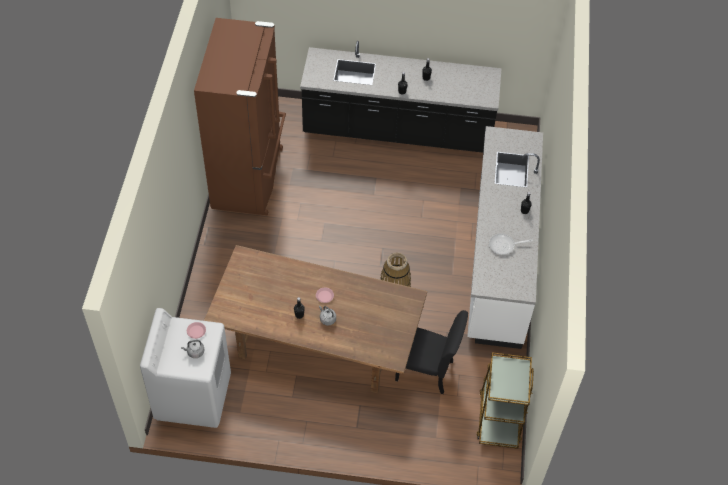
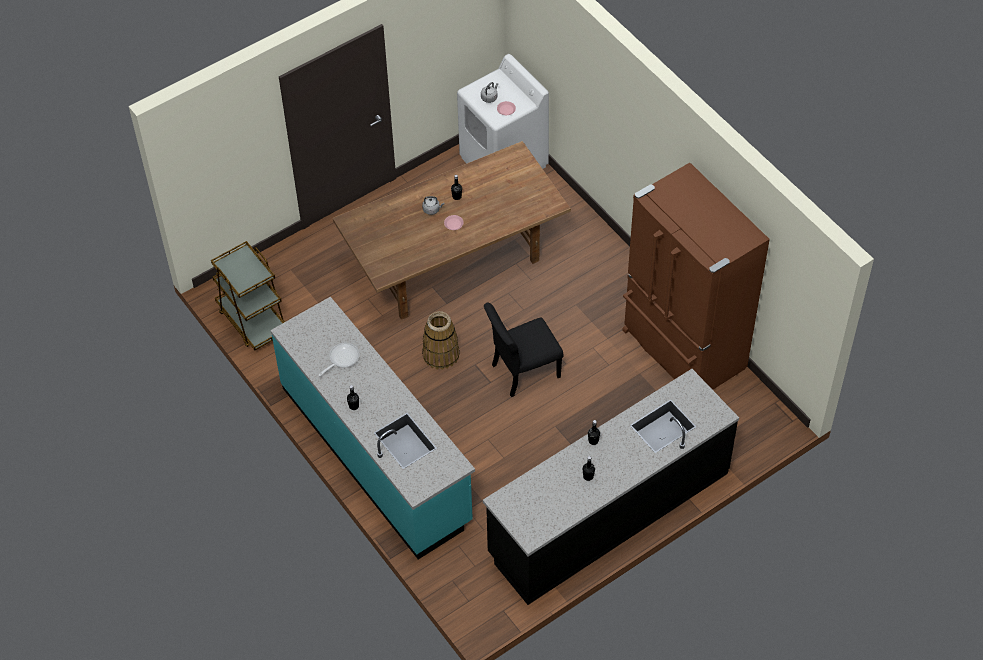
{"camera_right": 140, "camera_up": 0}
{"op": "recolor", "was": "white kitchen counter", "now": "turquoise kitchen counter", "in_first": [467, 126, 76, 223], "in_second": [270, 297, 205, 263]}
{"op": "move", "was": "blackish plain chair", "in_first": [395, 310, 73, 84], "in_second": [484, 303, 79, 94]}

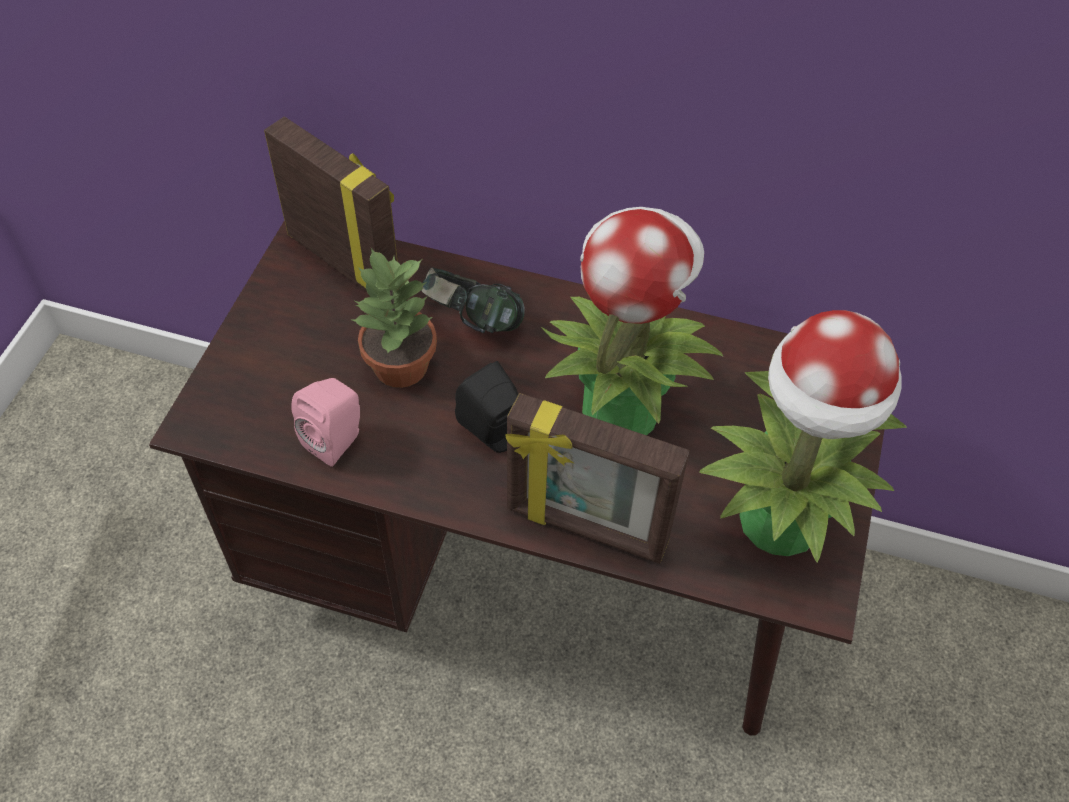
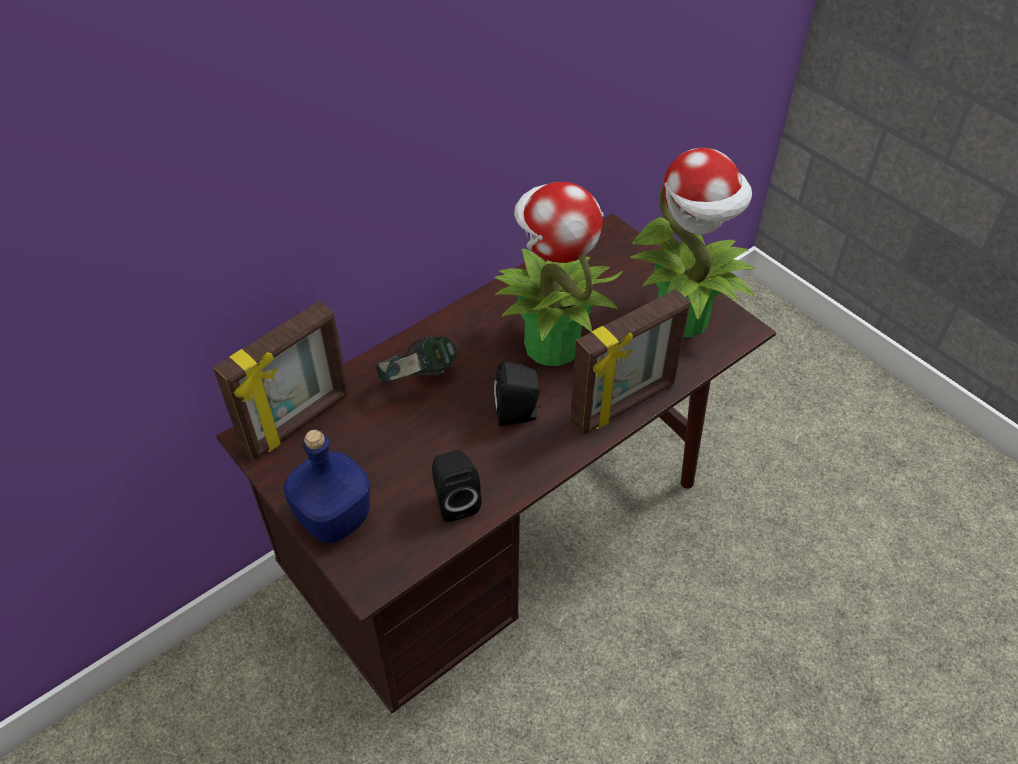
{"camera_right": -55, "camera_up": -5}
{"op": "rotate", "was": "standing frame", "in_first": [264, 117, 134, 174], "in_second": [213, 301, 136, 159], "clockwise": 150}
{"op": "insert", "now": "blue-coloured drink bottle", "in_second": [284, 430, 86, 113]}
{"op": "recolor", "was": "pink audio speaker", "now": "blackish audio speaker", "in_first": [292, 378, 68, 89], "in_second": [432, 450, 50, 72]}
{"op": "delete", "was": "houseplant", "in_first": [352, 248, 85, 140]}

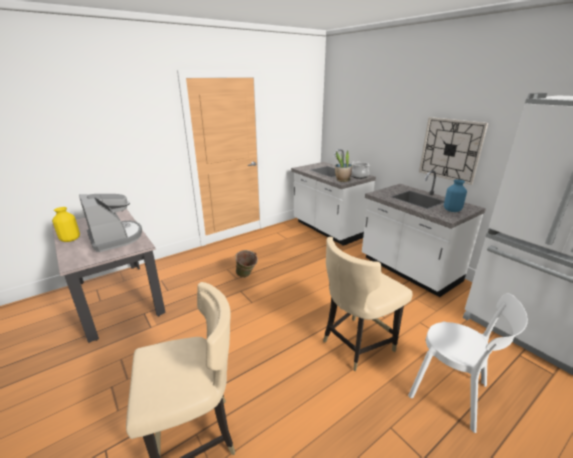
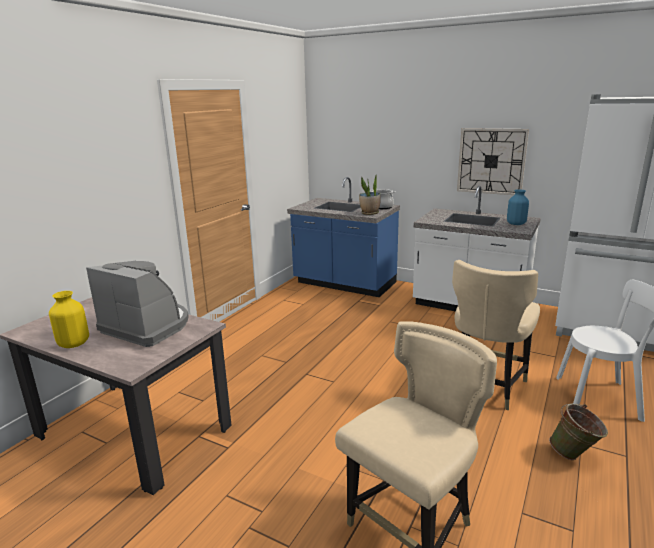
{"camera_right": -25, "camera_up": -5}
{"op": "recolor", "was": "white kitchen counter", "now": "blue-coloured kitchen counter", "in_first": [291, 149, 85, 97], "in_second": [287, 177, 113, 120]}
{"op": "move", "was": "green-coloured water bucket", "in_first": [235, 250, 23, 28], "in_second": [549, 404, 59, 56]}

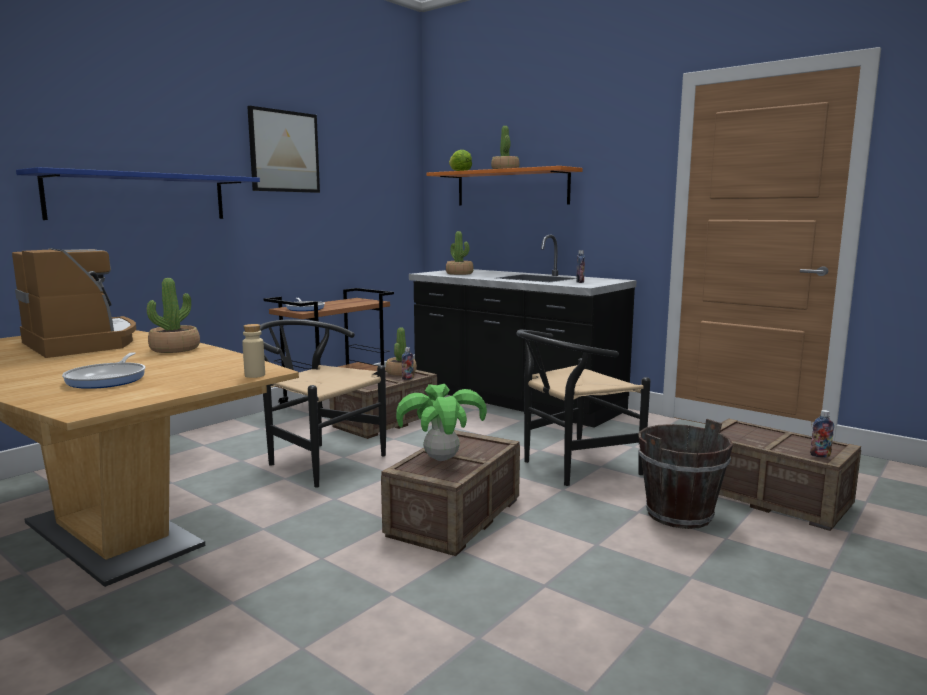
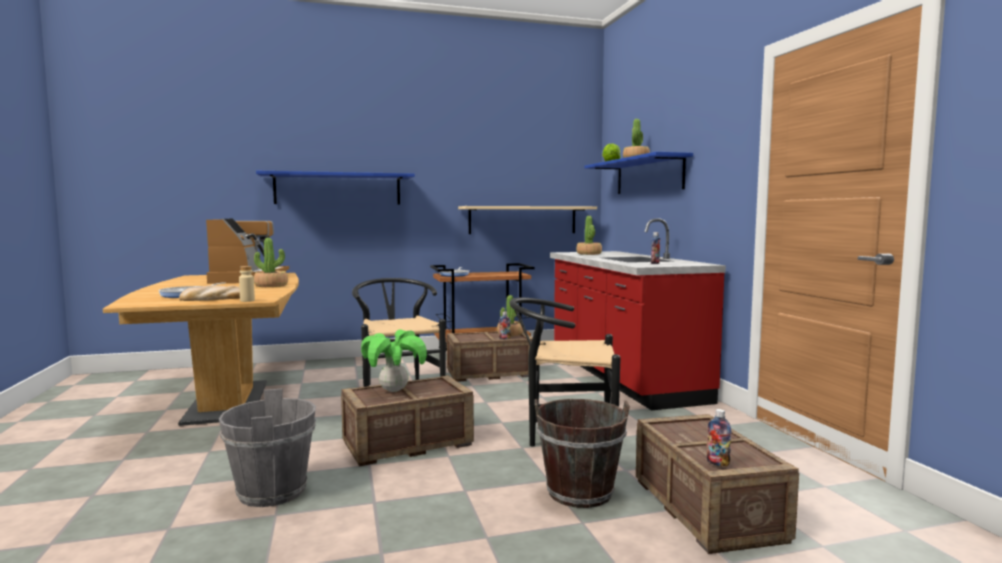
{"camera_right": 35, "camera_up": -5}
{"op": "insert", "now": "baked bread", "in_second": [179, 285, 61, 16]}
{"op": "insert", "now": "greyish water bucket", "in_second": [219, 389, 97, 118]}
{"op": "insert", "now": "beige bracket shelf", "in_second": [458, 206, 139, 28]}
{"op": "recolor", "was": "blackish kitchen counter", "now": "reddish kitchen counter", "in_first": [409, 235, 228, 193], "in_second": [550, 218, 176, 192]}
{"op": "recolor", "was": "orangey bracket shelf", "now": "blue-coloured bracket shelf", "in_first": [426, 166, 157, 39], "in_second": [585, 152, 108, 42]}
{"op": "delete", "was": "wall picture", "in_first": [247, 106, 73, 87]}

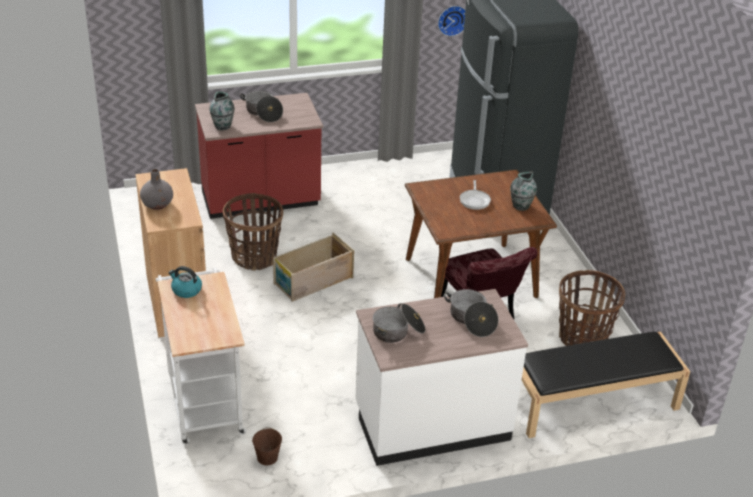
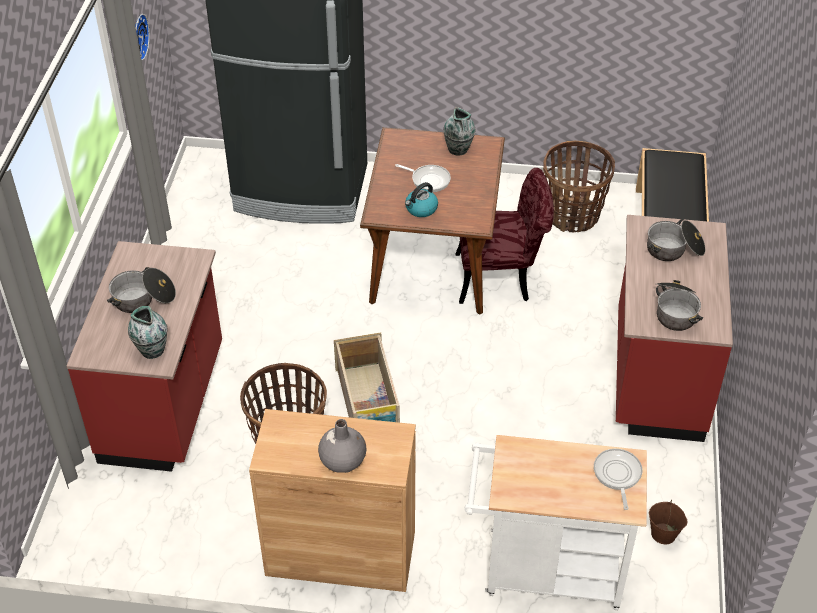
{"camera_right": -65, "camera_up": 10}
{"op": "move", "was": "kettle", "in_first": [169, 266, 33, 32], "in_second": [405, 182, 33, 35]}
{"op": "insert", "now": "skillet", "in_second": [594, 449, 49, 61]}
{"op": "recolor", "was": "white kitchen counter", "now": "reddish kitchen counter", "in_first": [355, 289, 173, 177], "in_second": [616, 215, 117, 227]}

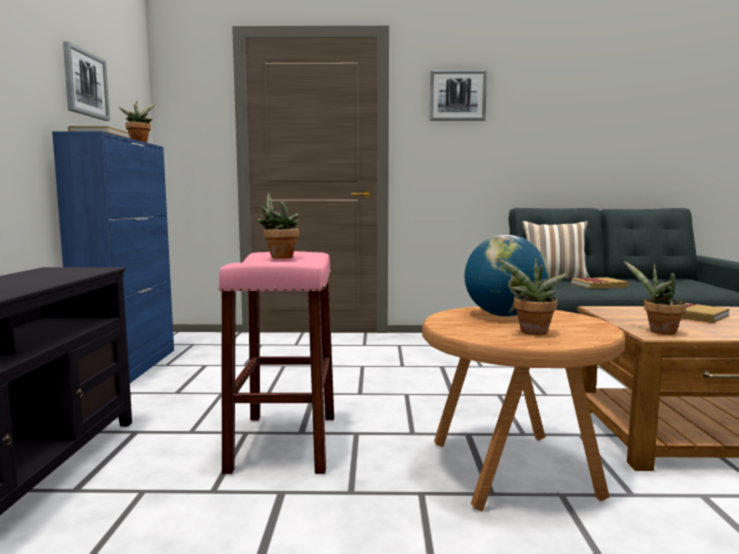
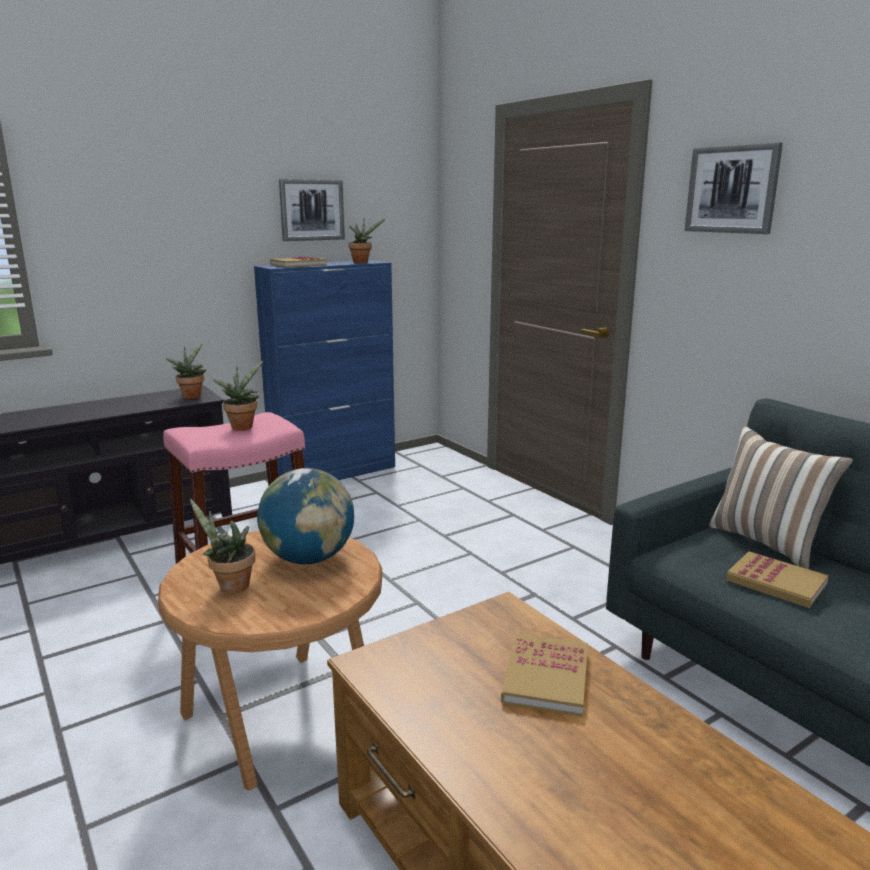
{"camera_right": 55, "camera_up": 10}
{"op": "move", "was": "houseplant", "in_first": [624, 261, 63, 74], "in_second": [166, 343, 40, 56]}

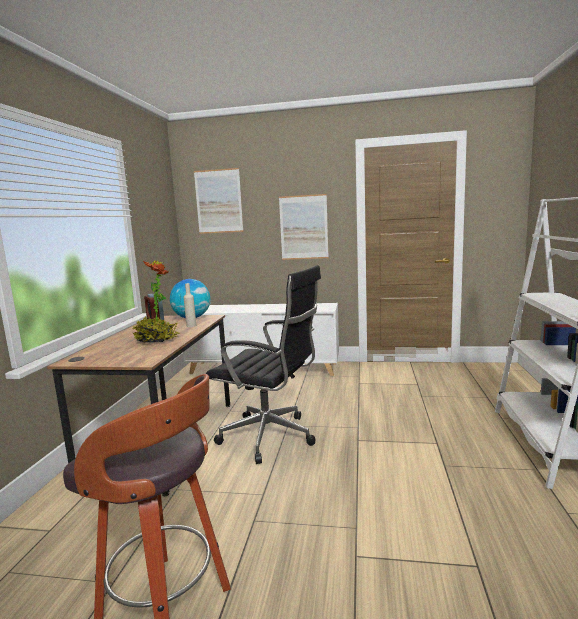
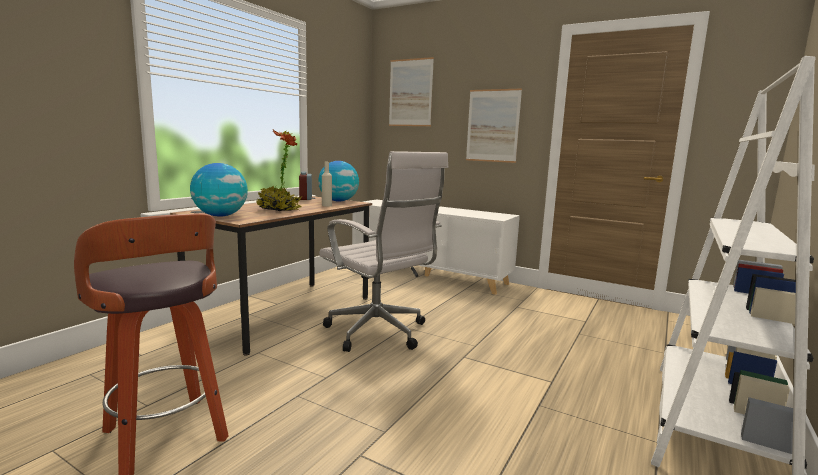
{"camera_right": 20, "camera_up": 0}
{"op": "insert", "now": "globe", "in_second": [190, 163, 58, 54]}
{"op": "recolor", "was": "blackish computer chair", "now": "white computer chair", "in_first": [206, 265, 115, 199], "in_second": [319, 151, 129, 201]}

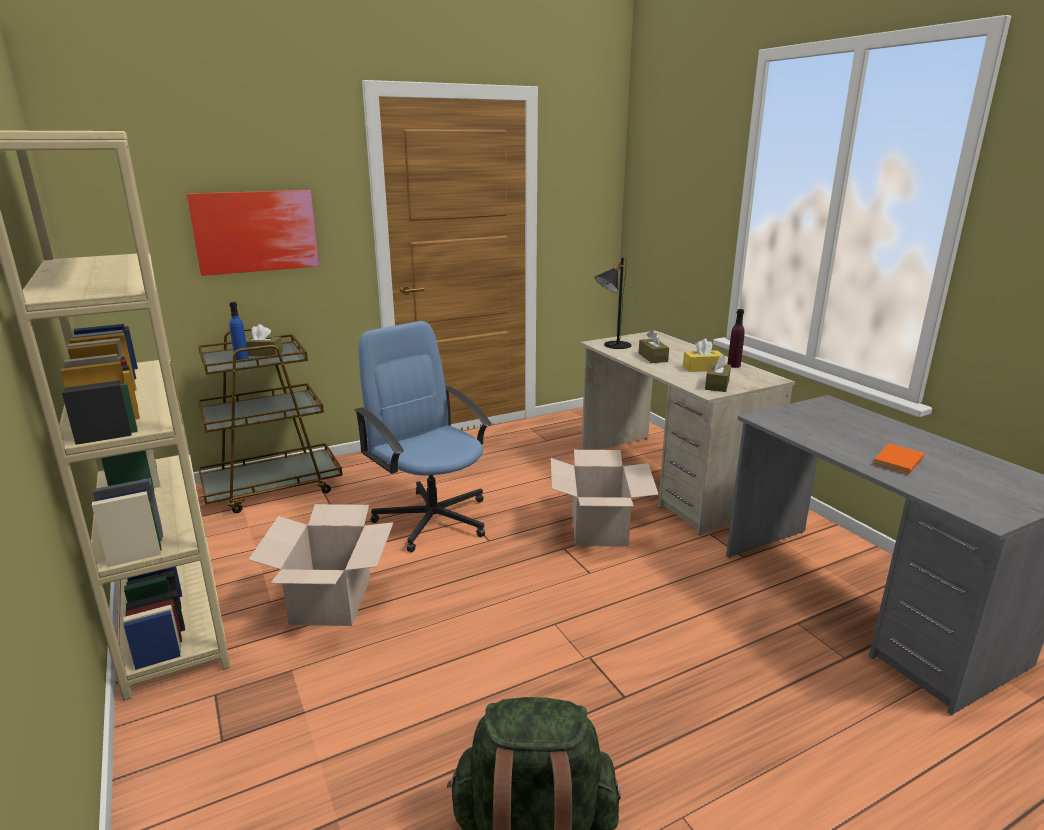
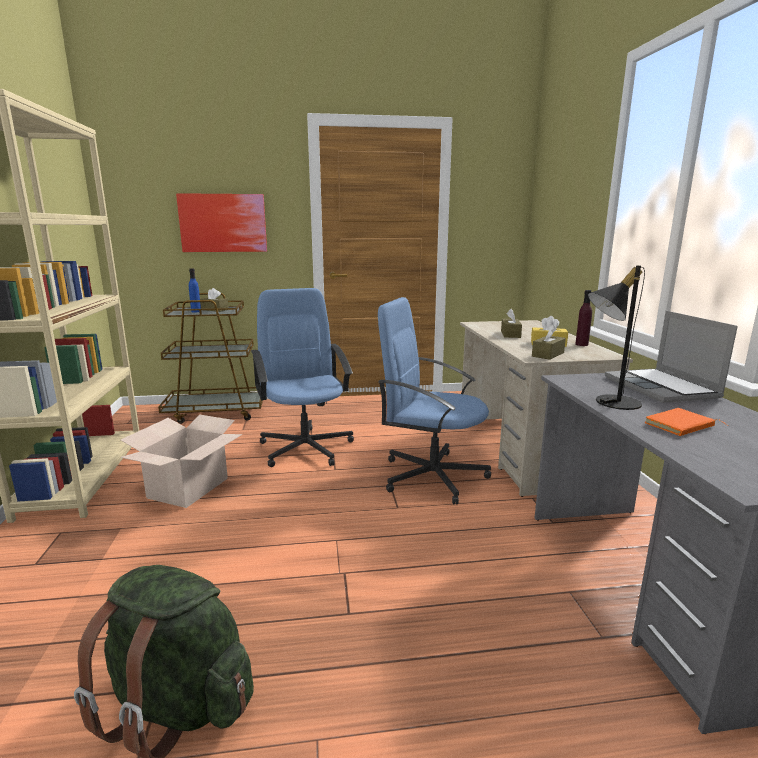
{"camera_right": 20, "camera_up": -5}
{"op": "replace", "was": "cardboard box", "now": "blue-coloured computer chair", "in_first": [551, 450, 108, 97], "in_second": [378, 297, 113, 207]}
{"op": "move", "was": "blackish table lamp", "in_first": [595, 257, 37, 92], "in_second": [588, 265, 57, 145]}
{"op": "insert", "now": "laptop", "in_second": [605, 311, 133, 92]}

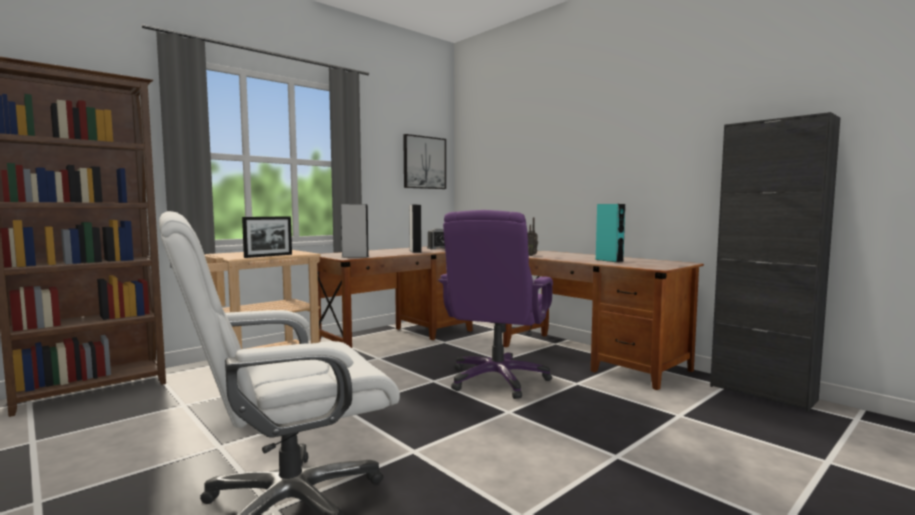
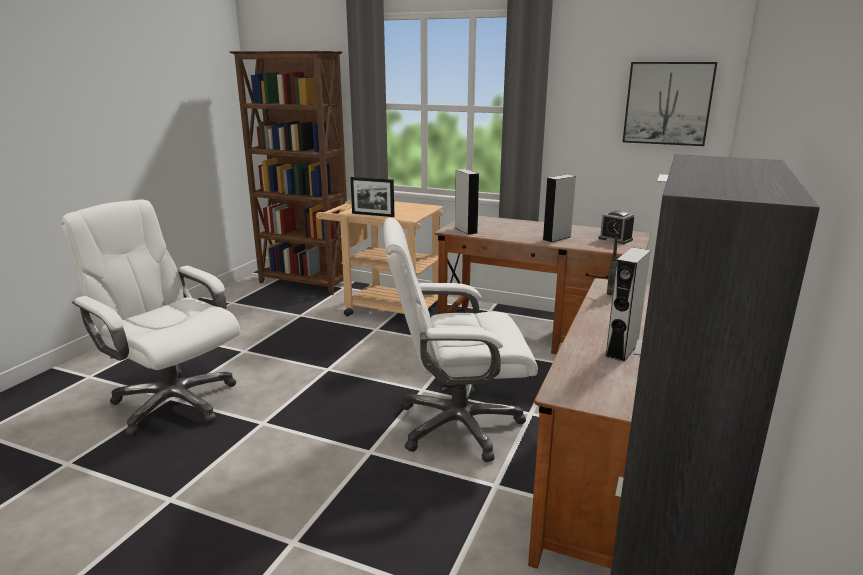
{"camera_right": 65, "camera_up": 15}
{"op": "recolor", "was": "purple computer chair", "now": "white computer chair", "in_first": [438, 210, 115, 189], "in_second": [383, 218, 155, 244]}
{"op": "recolor", "was": "turquoise audio speaker", "now": "greyish audio speaker", "in_first": [596, 204, 29, 58], "in_second": [605, 247, 46, 115]}

